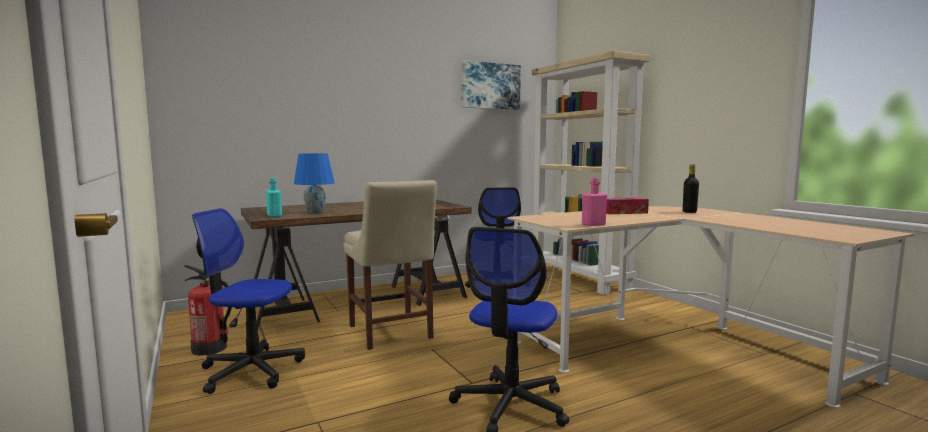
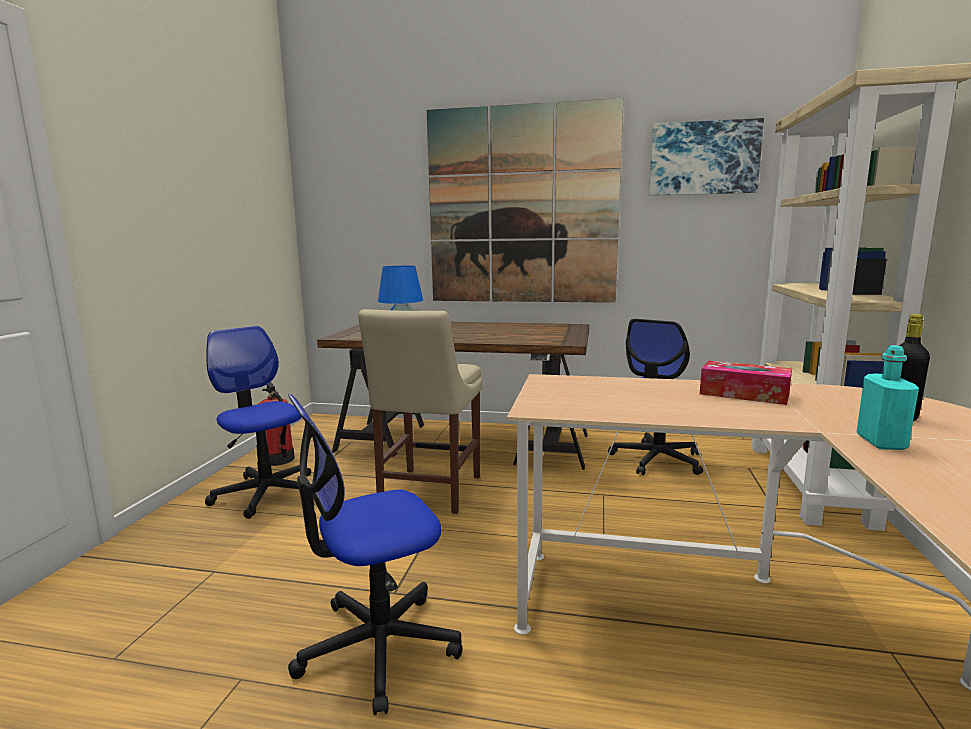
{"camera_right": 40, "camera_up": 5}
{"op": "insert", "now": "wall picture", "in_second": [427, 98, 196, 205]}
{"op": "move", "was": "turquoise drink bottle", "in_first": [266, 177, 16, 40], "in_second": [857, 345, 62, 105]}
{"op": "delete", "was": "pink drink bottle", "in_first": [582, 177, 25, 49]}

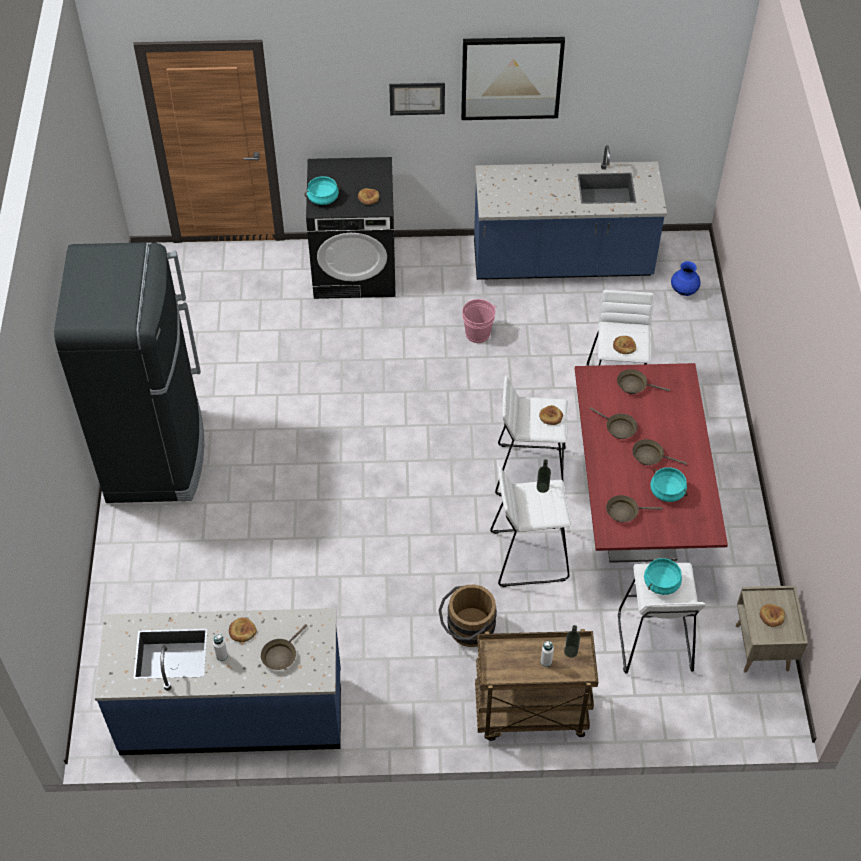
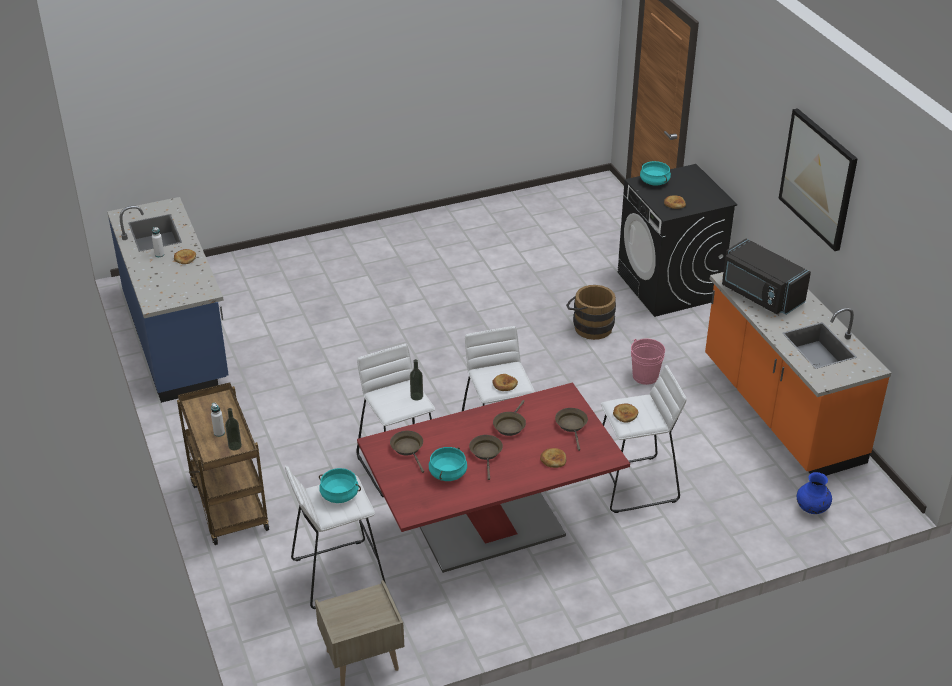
{"camera_right": 70, "camera_up": -15}
{"op": "move", "was": "baked bread", "in_first": [760, 604, 25, 23], "in_second": [540, 448, 26, 20]}
{"op": "move", "was": "brownish water bucket", "in_first": [439, 584, 58, 63], "in_second": [566, 285, 50, 55]}
{"op": "recolor", "was": "blue-coloured kitchen counter", "now": "orangey kitchen counter", "in_first": [474, 145, 193, 135], "in_second": [705, 272, 186, 204]}
{"op": "insert", "now": "blackish microwave", "in_second": [722, 238, 89, 77]}
{"op": "delete", "was": "blackish fridge", "in_first": [54, 242, 150, 261]}
{"op": "delete", "was": "brownish skillet", "in_first": [261, 624, 46, 46]}
{"op": "delete", "was": "wall picture", "in_first": [389, 83, 56, 32]}

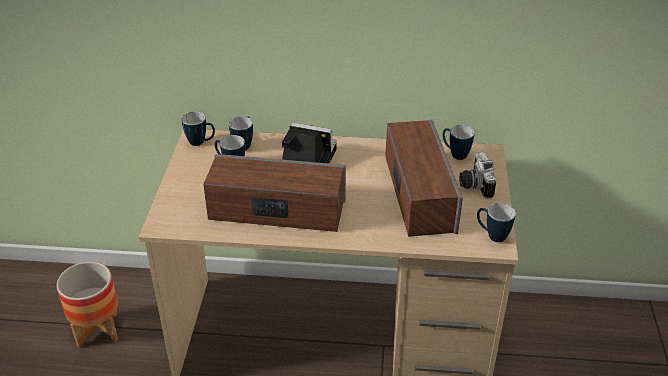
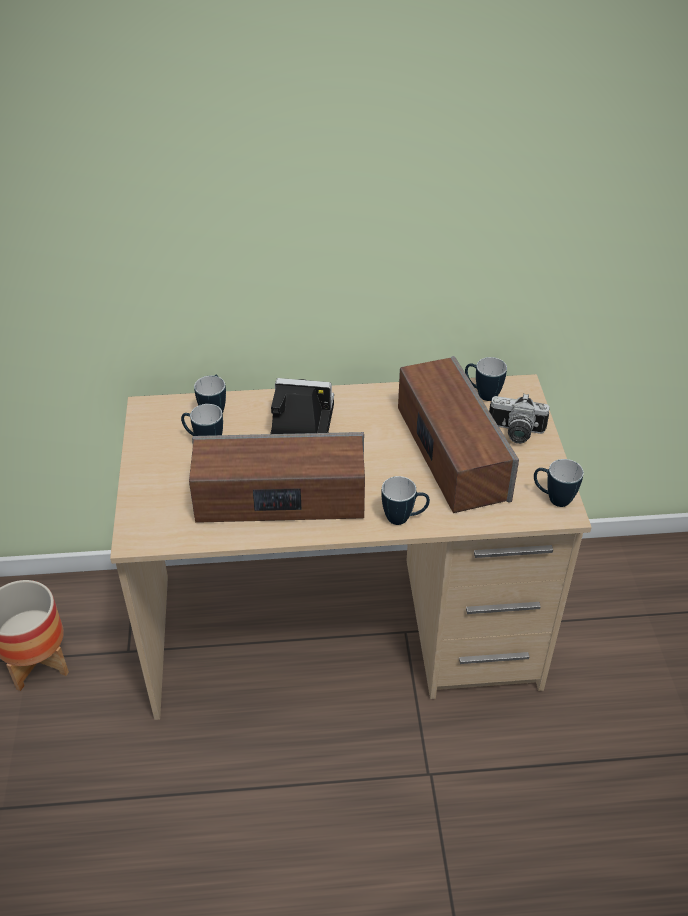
{"camera_right": -10, "camera_up": 5}
{"op": "move", "was": "tea mug", "in_first": [182, 111, 33, 35], "in_second": [381, 476, 49, 49]}
{"op": "rotate", "was": "still camera", "in_first": [459, 152, 37, 47], "in_second": [489, 393, 61, 51], "clockwise": -60}

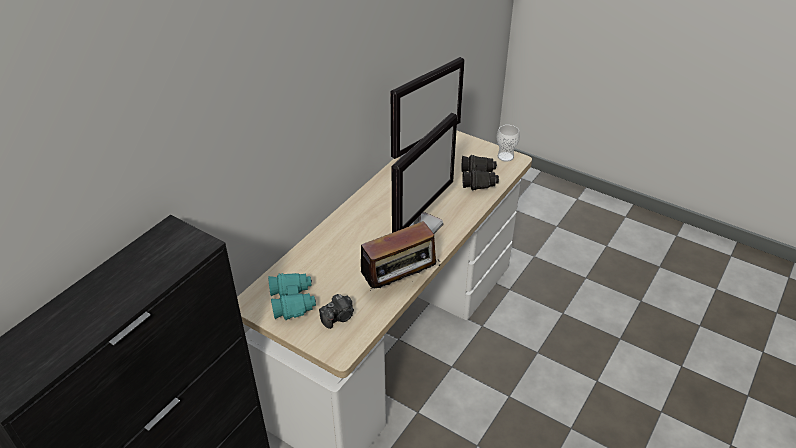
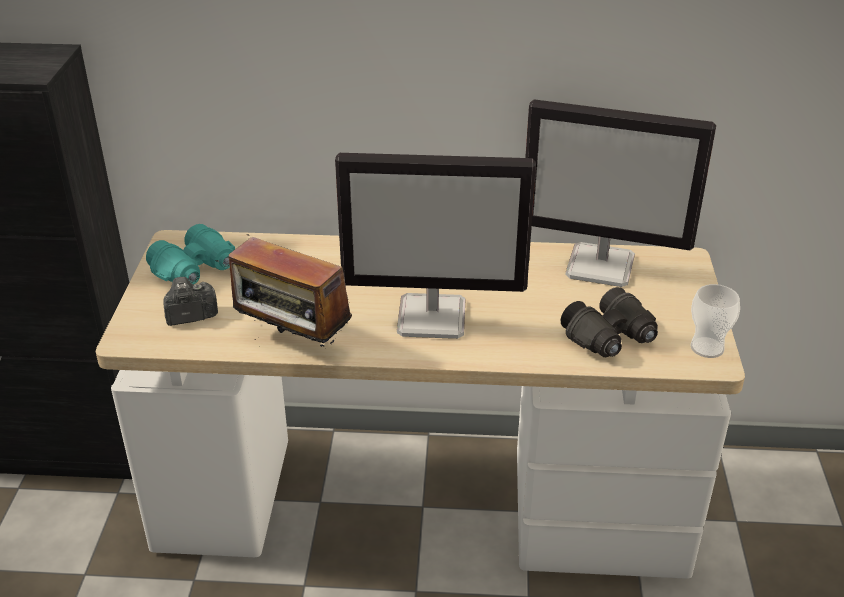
{"camera_right": 60, "camera_up": -5}
{"op": "rotate", "was": "still camera", "in_first": [319, 294, 35, 35], "in_second": [163, 277, 55, 49], "clockwise": 135}

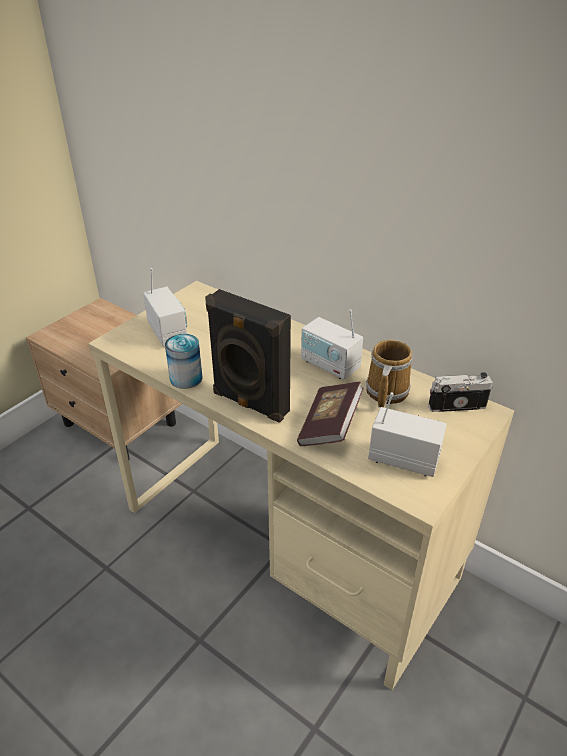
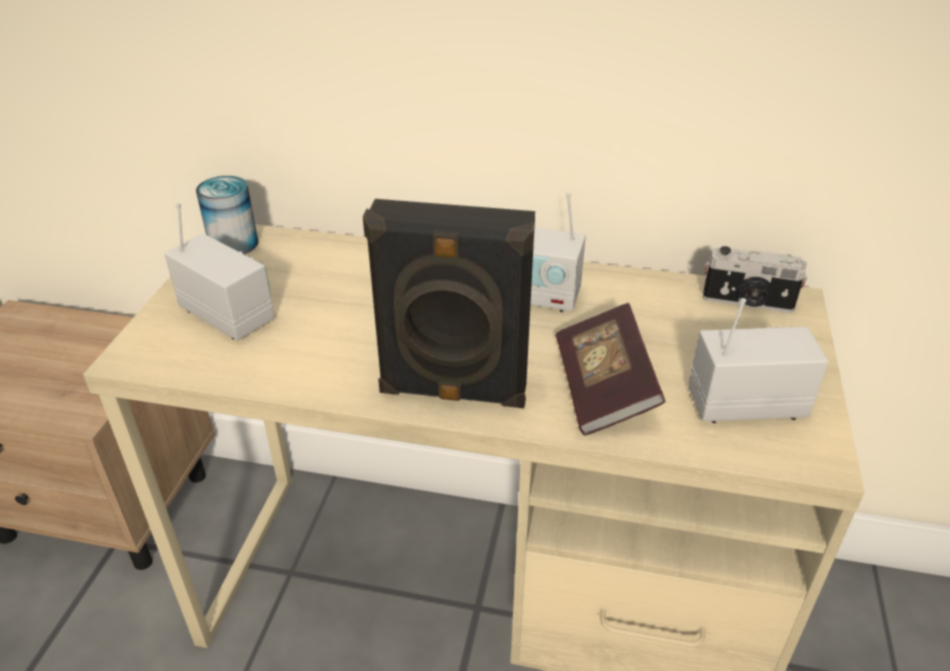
{"camera_right": -25, "camera_up": 0}
{"op": "move", "was": "can", "in_first": [165, 334, 37, 55], "in_second": [196, 176, 62, 79]}
{"op": "rotate", "was": "still camera", "in_first": [428, 372, 65, 40], "in_second": [703, 246, 104, 67], "clockwise": -135}
{"op": "delete", "was": "tea mug", "in_first": [366, 340, 47, 68]}

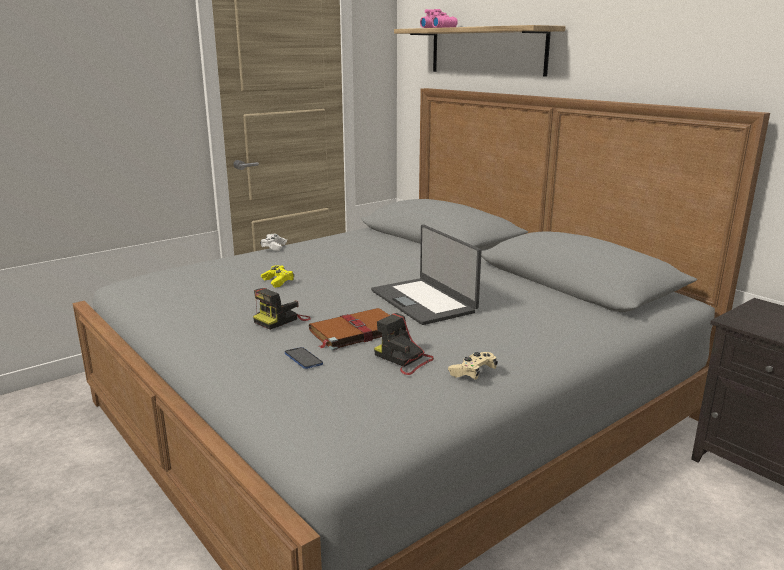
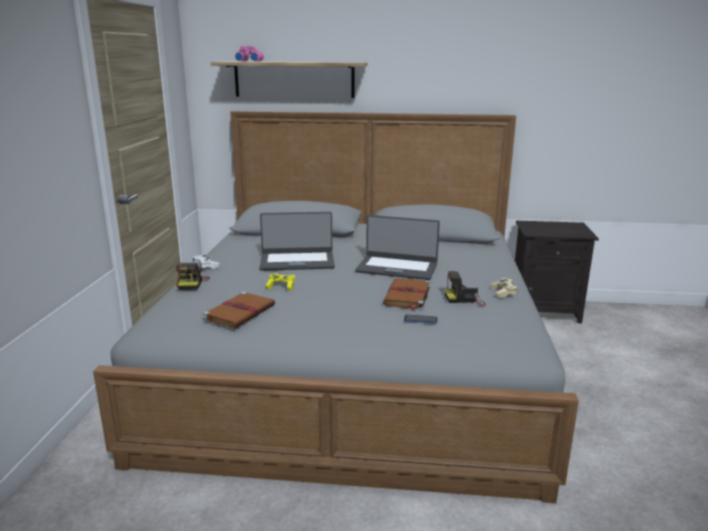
{"camera_right": -45, "camera_up": 0}
{"op": "move", "was": "still camera", "in_first": [253, 288, 58, 42], "in_second": [176, 263, 34, 27]}
{"op": "insert", "now": "brownish volume", "in_second": [203, 292, 72, 36]}
{"op": "insert", "now": "laptop", "in_second": [259, 212, 76, 59]}

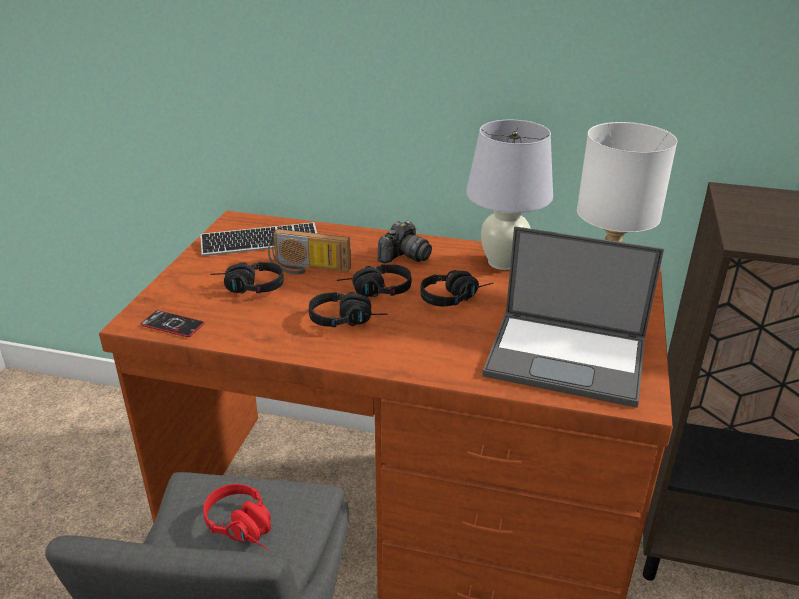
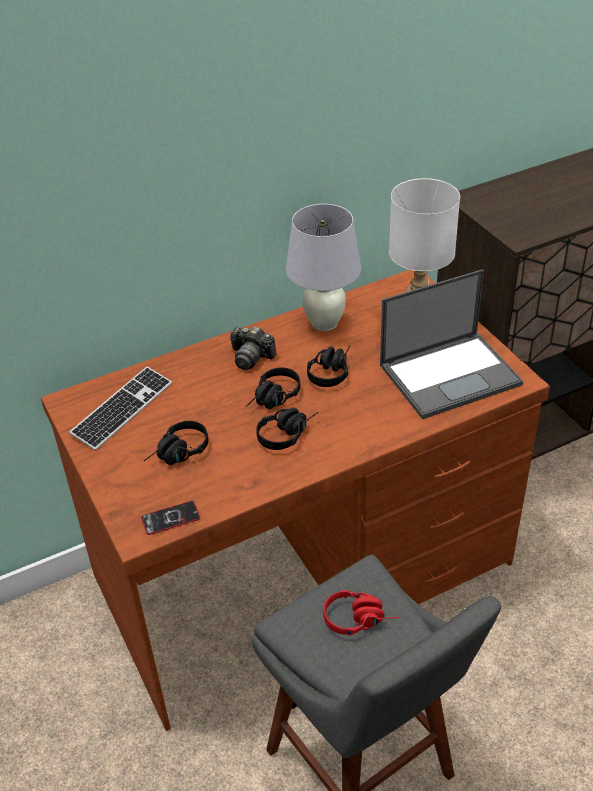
{"camera_right": -40, "camera_up": 10}
{"op": "rotate", "was": "still camera", "in_first": [377, 221, 55, 42], "in_second": [230, 326, 46, 44], "clockwise": 120}
{"op": "delete", "was": "radio receiver", "in_first": [268, 229, 83, 45]}

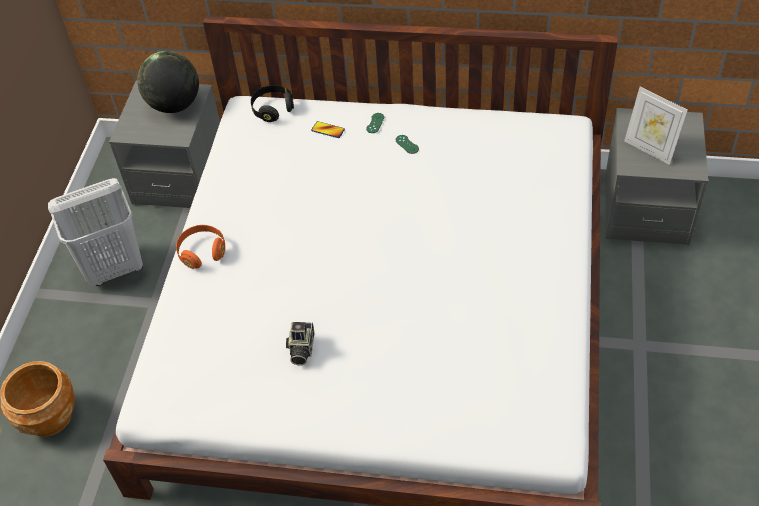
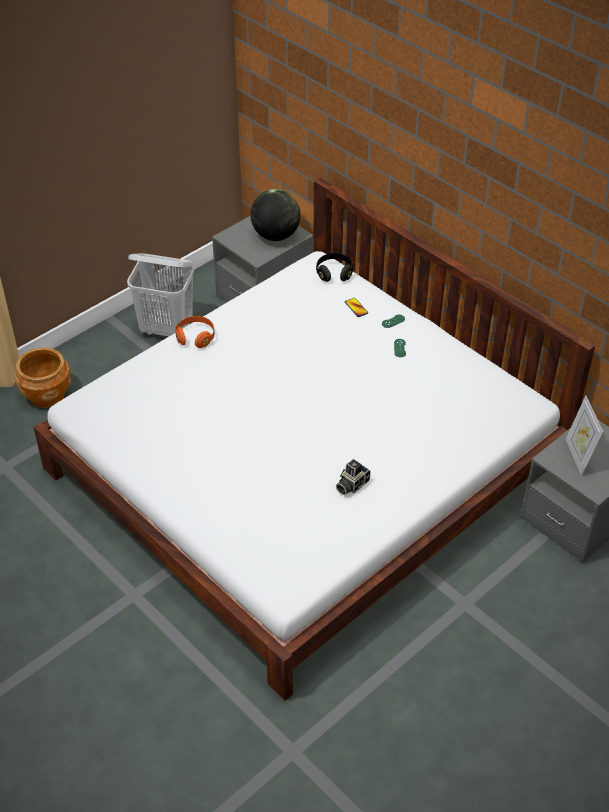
{"camera_right": 35, "camera_up": -5}
{"op": "move", "was": "still camera", "in_first": [286, 322, 28, 43], "in_second": [336, 459, 35, 36]}

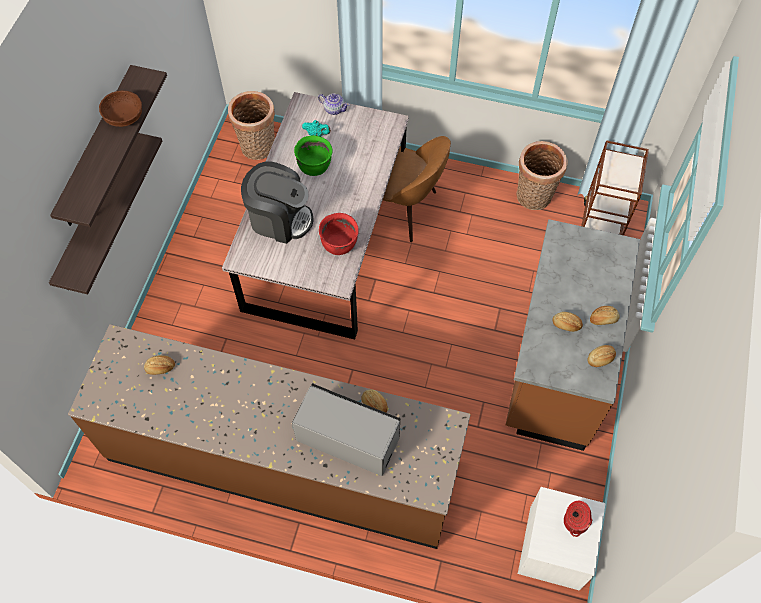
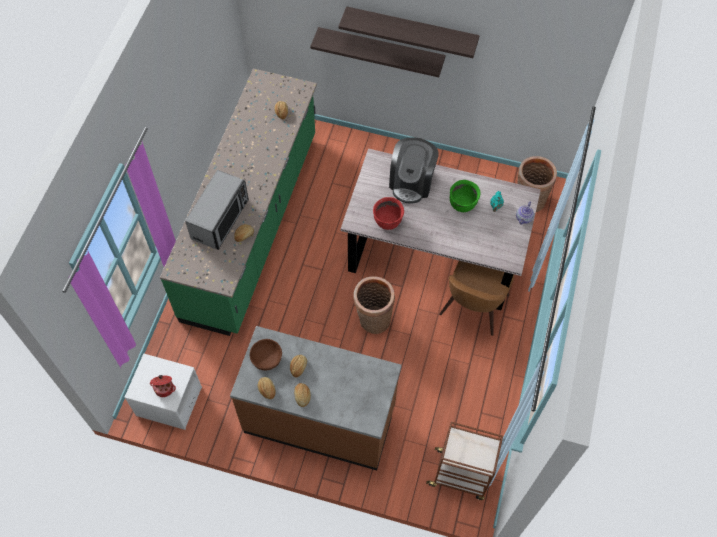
{"camera_right": 90, "camera_up": 0}
{"op": "recolor", "was": "brownish kitchen counter", "now": "green-coloured kitchen counter", "in_first": [68, 324, 403, 225], "in_second": [160, 69, 157, 267]}
{"op": "move", "was": "brownish bowl", "in_first": [99, 91, 43, 36], "in_second": [250, 339, 32, 31]}
{"op": "move", "was": "household basket", "in_first": [516, 141, 52, 69], "in_second": [353, 276, 42, 58]}

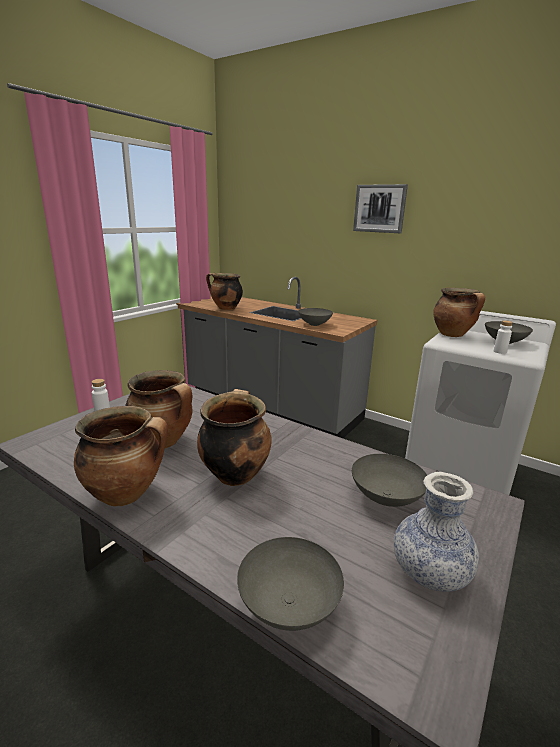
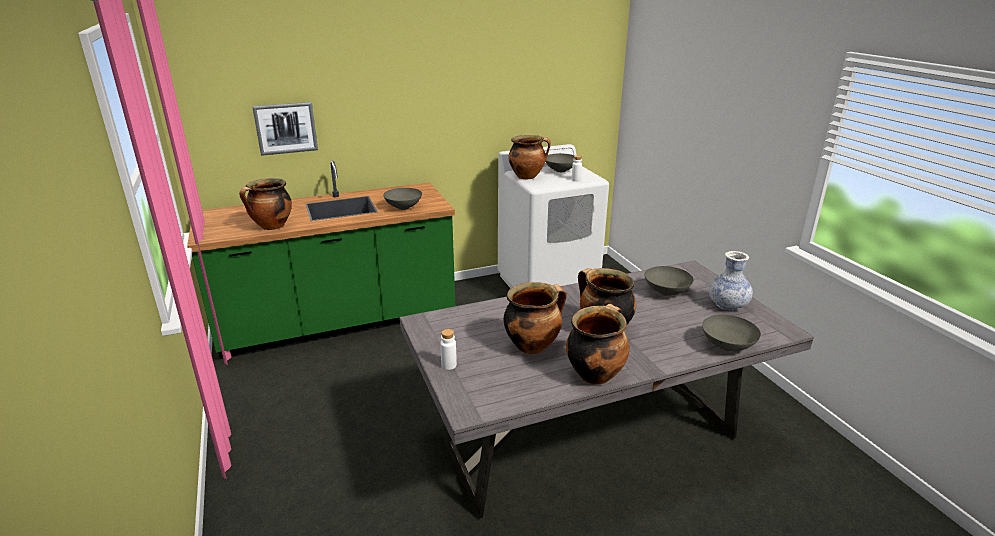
{"camera_right": -55, "camera_up": 5}
{"op": "recolor", "was": "greyish kitchen counter", "now": "green-coloured kitchen counter", "in_first": [176, 277, 201, 161], "in_second": [187, 161, 268, 198]}
{"op": "move", "was": "wall picture", "in_first": [353, 184, 55, 49], "in_second": [252, 102, 66, 54]}

